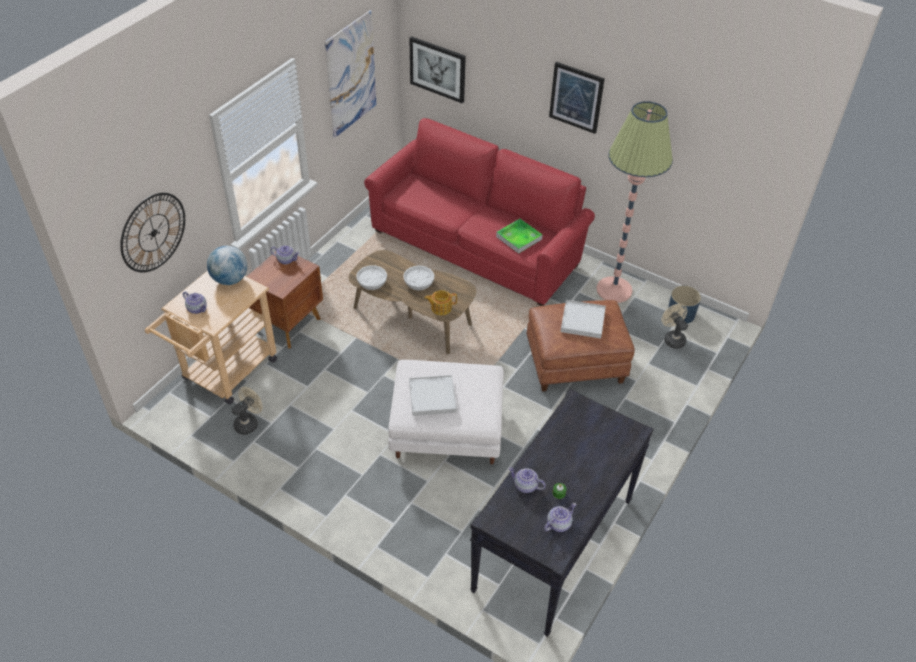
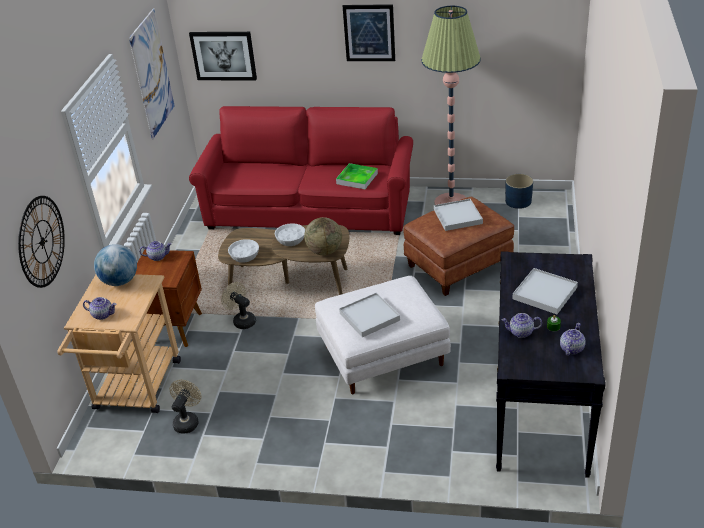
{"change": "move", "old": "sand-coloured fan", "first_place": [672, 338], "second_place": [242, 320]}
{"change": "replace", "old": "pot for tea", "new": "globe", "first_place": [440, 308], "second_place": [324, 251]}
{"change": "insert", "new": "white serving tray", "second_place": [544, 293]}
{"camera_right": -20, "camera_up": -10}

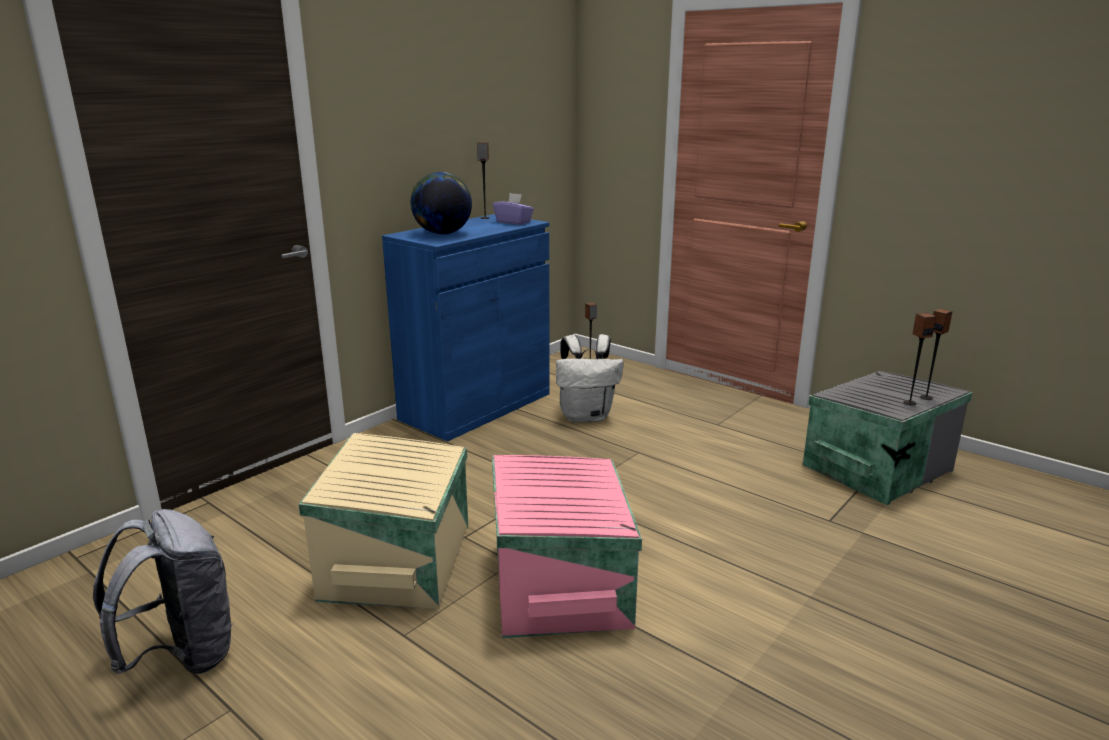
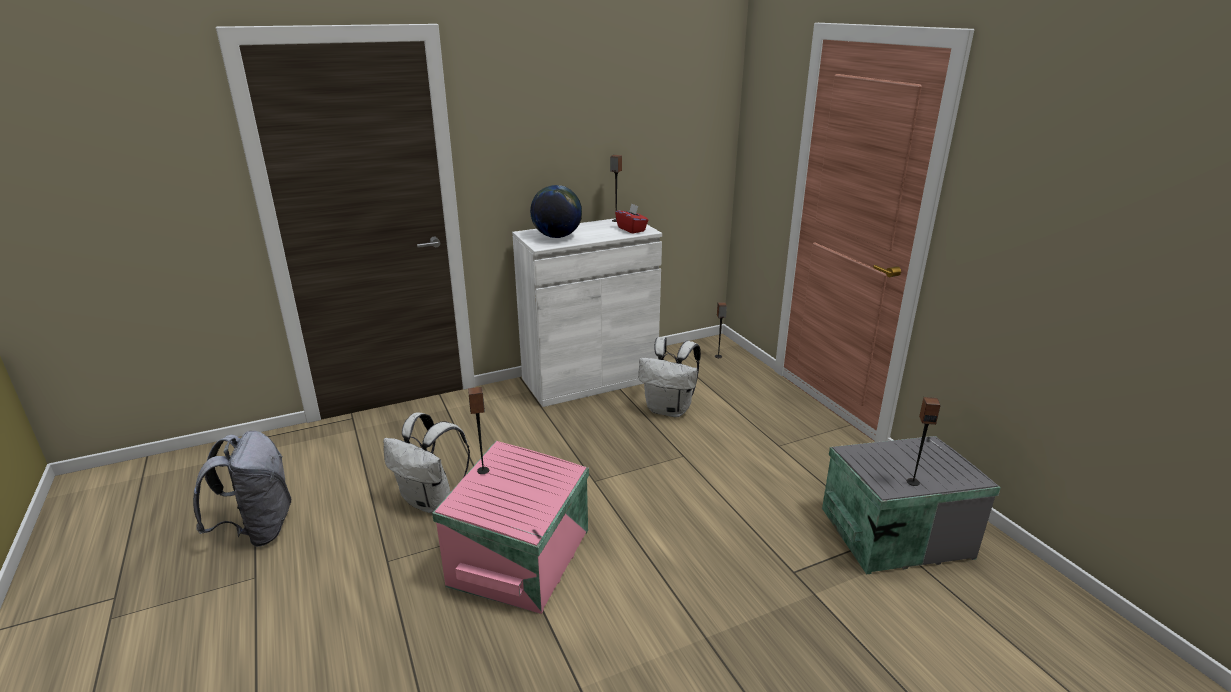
{"change": "replace", "old": "sand-coloured storage box", "new": "white rucksack", "first_place": [400, 560], "second_place": [431, 500]}
{"change": "move", "old": "speaker", "first_place": [926, 397], "second_place": [483, 470]}
{"change": "recolor", "old": "blue cupboard", "new": "white cupboard", "first_place": [476, 406], "second_place": [589, 379]}
{"change": "recolor", "old": "purple box of tissues", "new": "reddish box of tissues", "first_place": [514, 222], "second_place": [631, 229]}
{"camera_right": 25, "camera_up": 5}

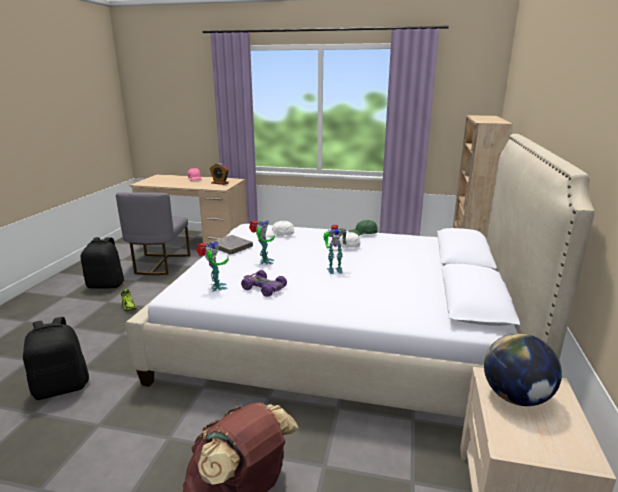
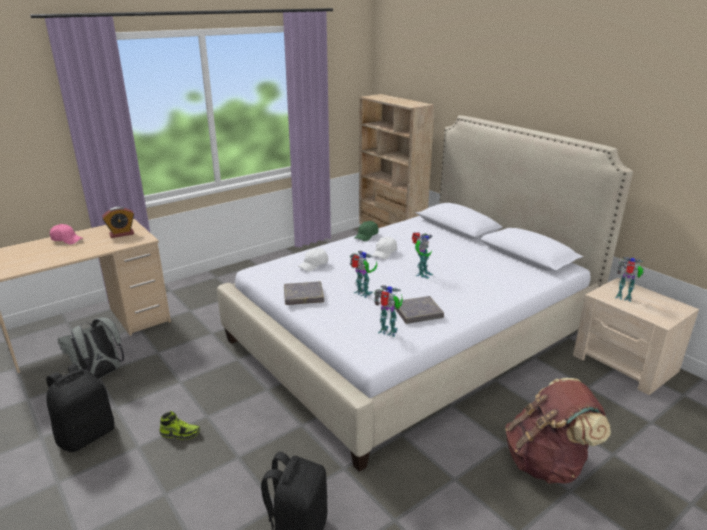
{"change": "replace", "old": "greyish chair", "new": "greyish rucksack", "first_place": [159, 264], "second_place": [100, 376]}
{"change": "replace", "old": "purple model car", "new": "greyish book", "first_place": [263, 288], "second_place": [418, 313]}
{"change": "replace", "old": "globe", "new": "robot figure", "first_place": [515, 397], "second_place": [624, 298]}
{"camera_right": -50, "camera_up": 5}

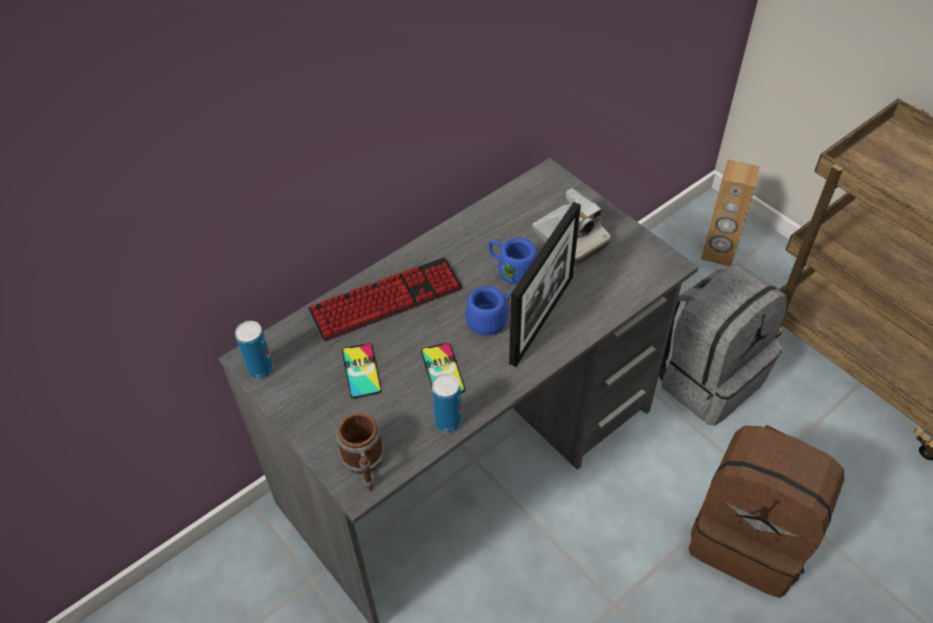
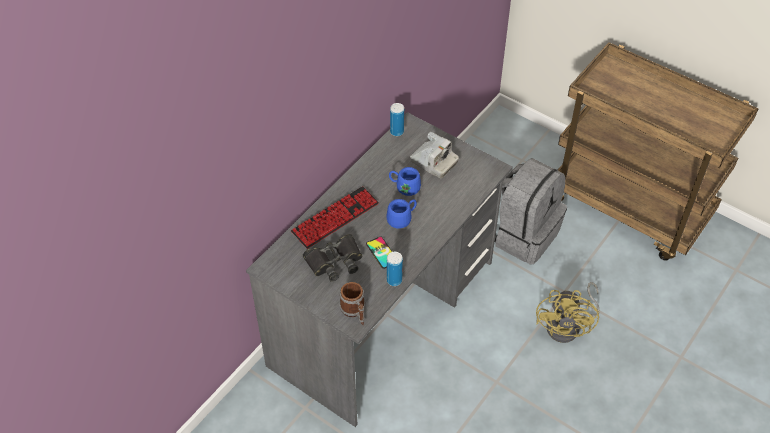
{"change": "replace", "old": "telephone", "new": "black-coloured field glasses", "first_place": [361, 371], "second_place": [334, 261]}
{"change": "move", "old": "can", "first_place": [261, 369], "second_place": [397, 132]}
{"change": "replace", "old": "brown rucksack", "new": "yellowish fan", "first_place": [751, 537], "second_place": [568, 326]}
{"change": "delete", "old": "picture frame", "first_place": [542, 319]}
{"change": "delete", "old": "brown speaker", "first_place": [718, 253]}
{"camera_right": -15, "camera_up": 0}

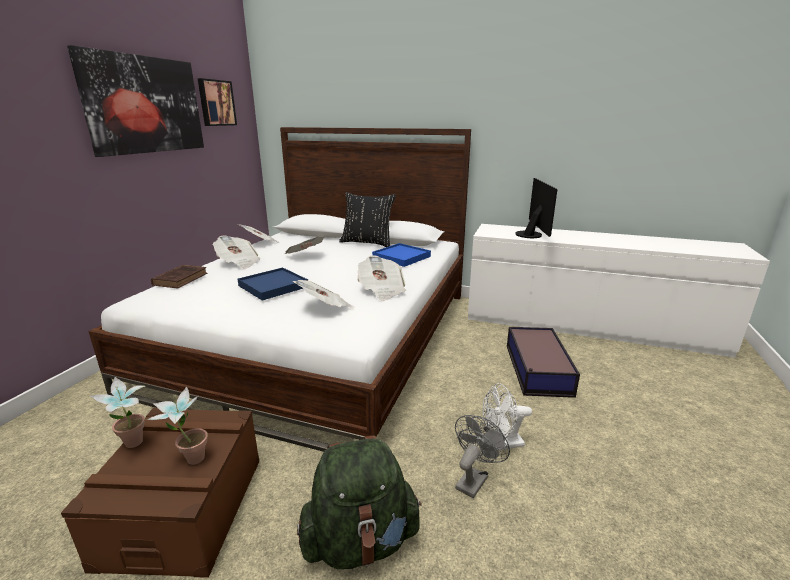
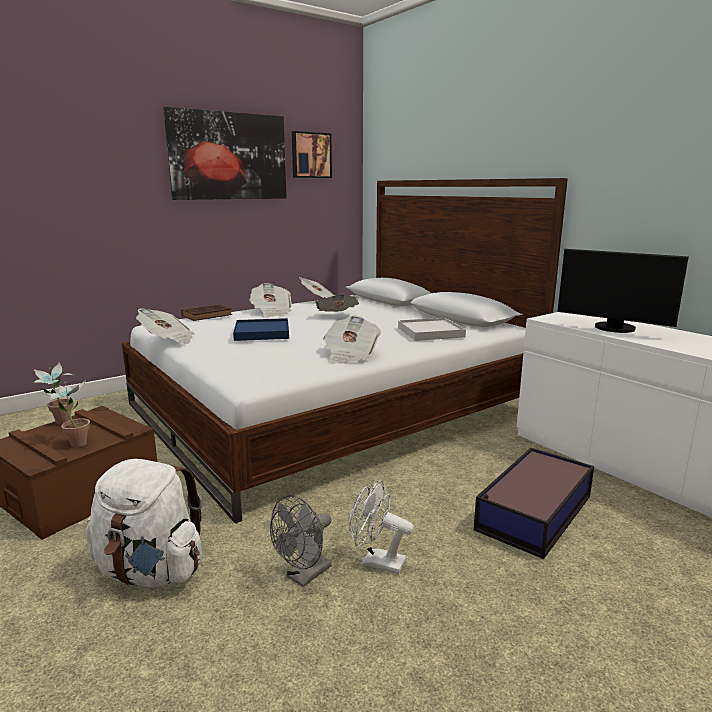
{"change": "recolor", "old": "green rucksack", "new": "white rucksack", "first_place": [361, 542], "second_place": [151, 571]}
{"change": "move", "old": "newspaper", "first_place": [325, 308], "second_place": [168, 340]}
{"change": "rotate", "old": "greyish fan", "first_place": [474, 479], "second_place": [304, 576], "degrees": 150}
{"change": "recolor", "old": "blue serving tray", "new": "white serving tray", "first_place": [401, 257], "second_place": [430, 332]}
{"change": "rotate", "old": "monitor", "first_place": [531, 235], "second_place": [614, 329], "degrees": 90}
{"change": "delete", "old": "black-coloured throw pillow", "first_place": [367, 243]}
{"camera_right": 35, "camera_up": -5}

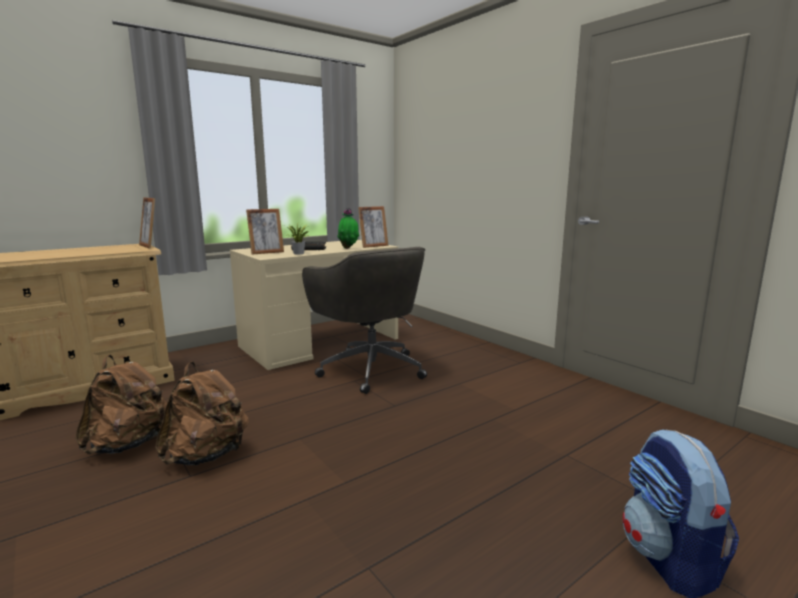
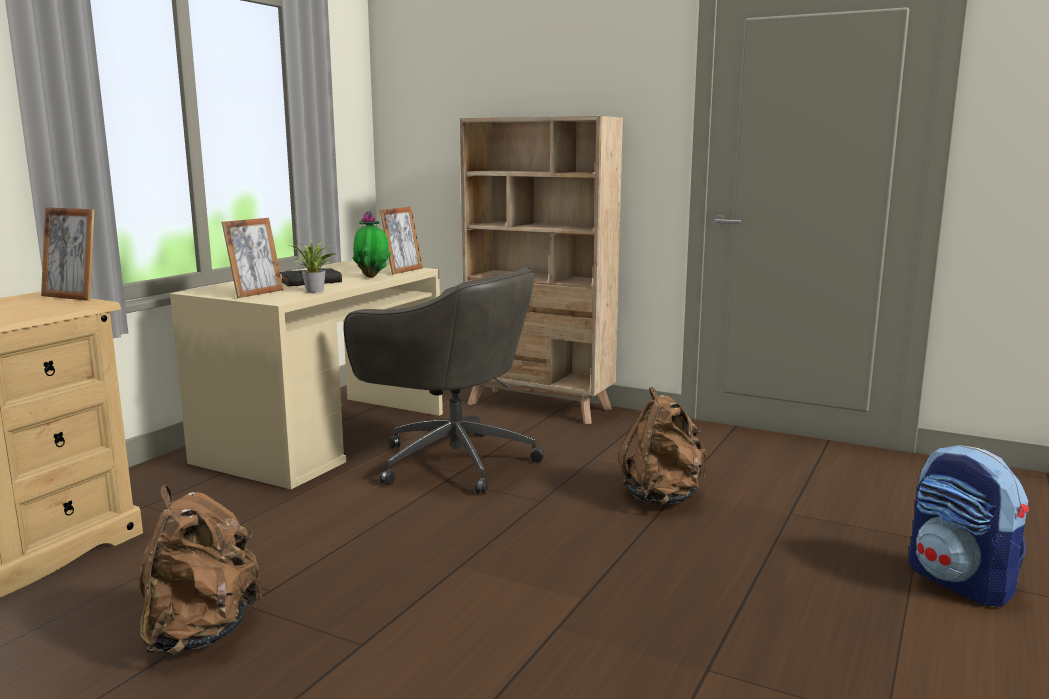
{"change": "insert", "new": "sand-coloured bookshelf", "second_place": [539, 406]}
{"change": "move", "old": "brown rucksack", "first_place": [207, 456], "second_place": [663, 497]}
{"camera_right": -25, "camera_up": 0}

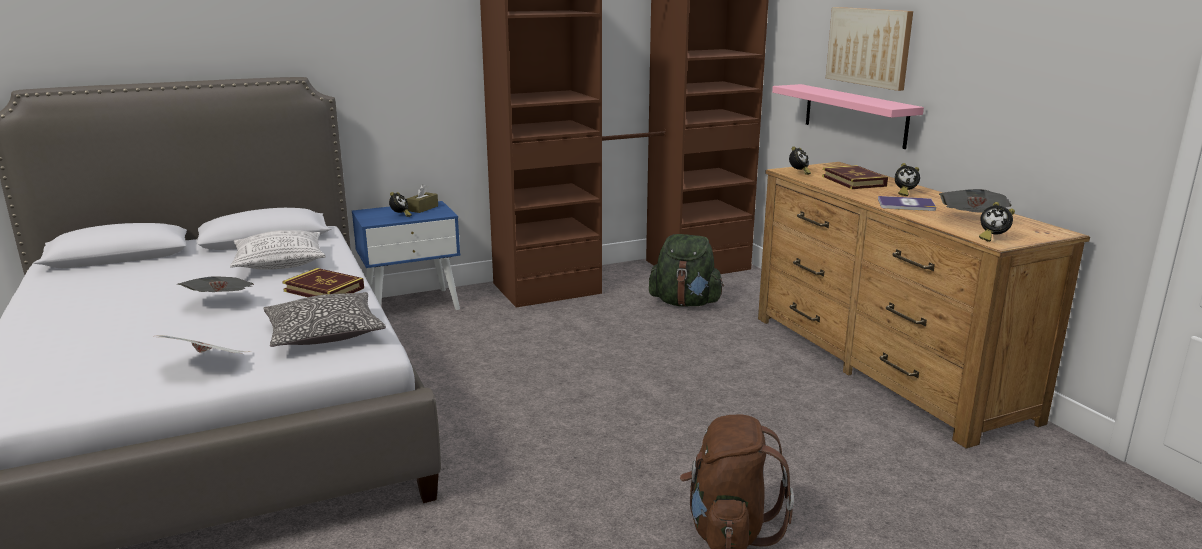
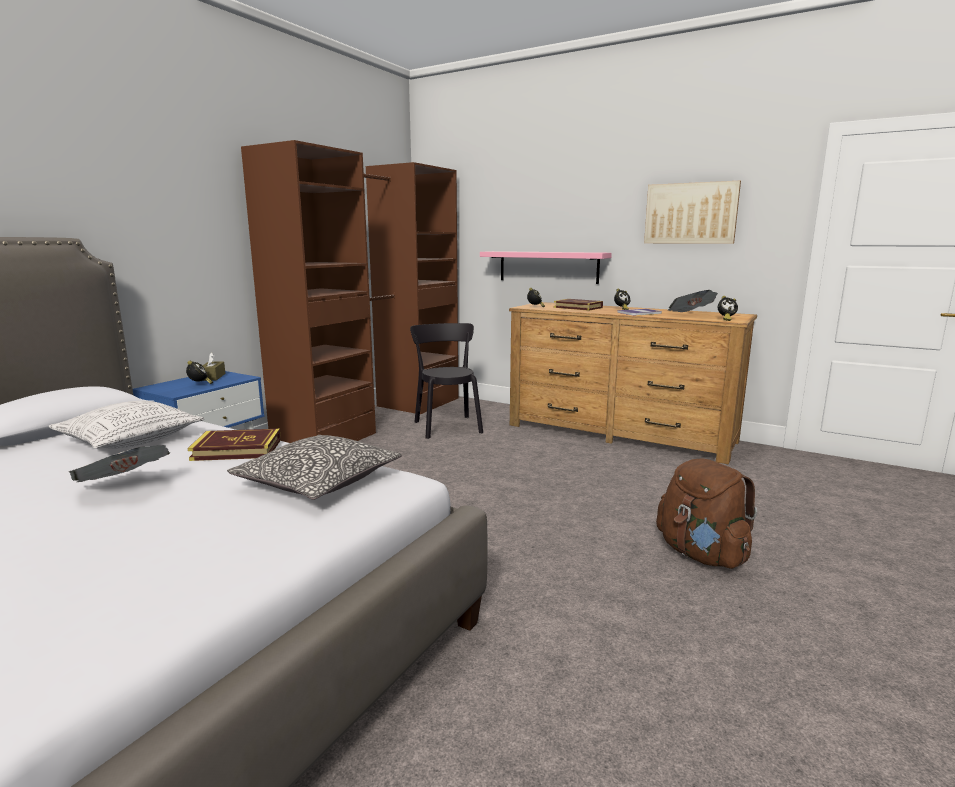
{"change": "replace", "old": "green rucksack", "new": "black-coloured chair", "first_place": [685, 303], "second_place": [447, 426]}
{"change": "move", "old": "picture", "first_place": [869, 47], "second_place": [690, 213]}
{"change": "delete", "old": "newspaper", "first_place": [208, 365]}
{"camera_right": -35, "camera_up": -5}

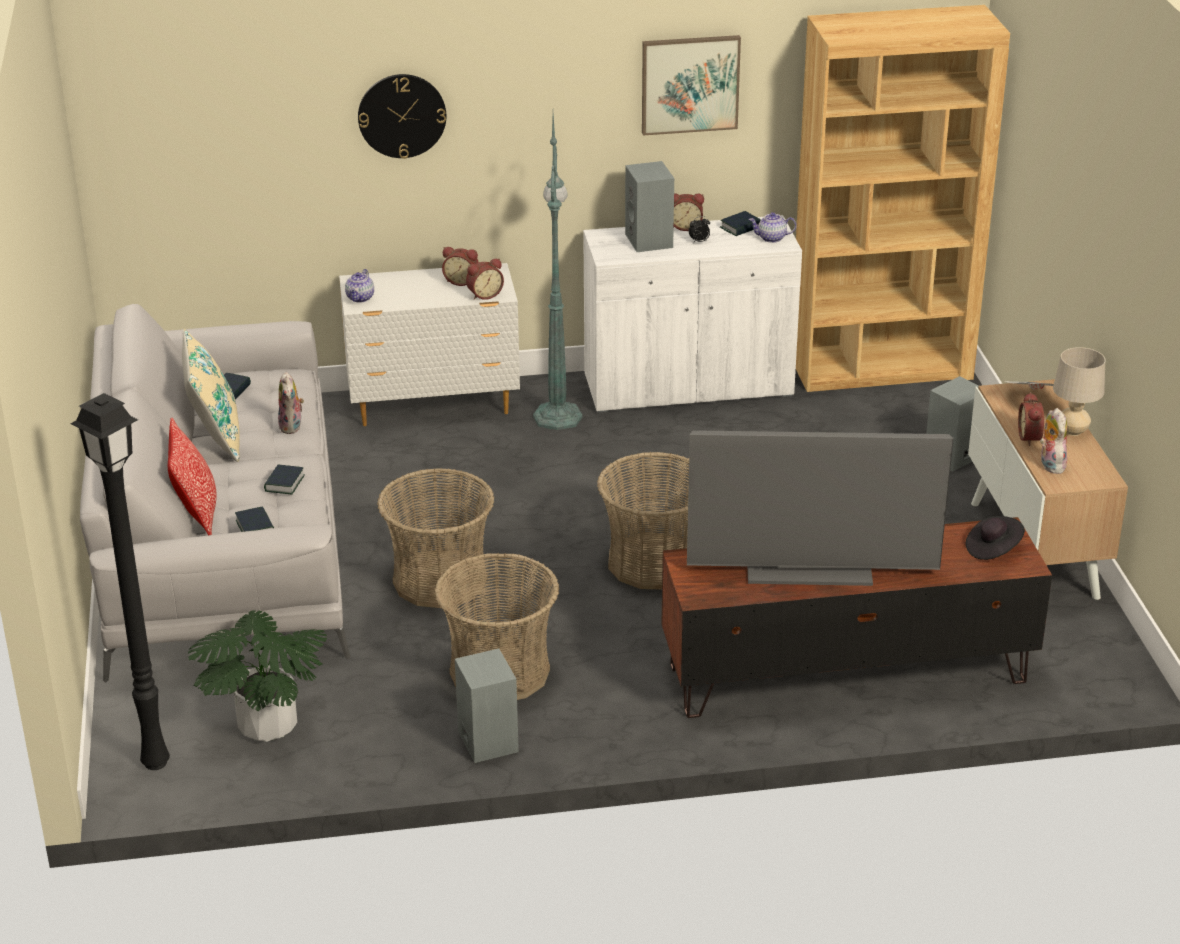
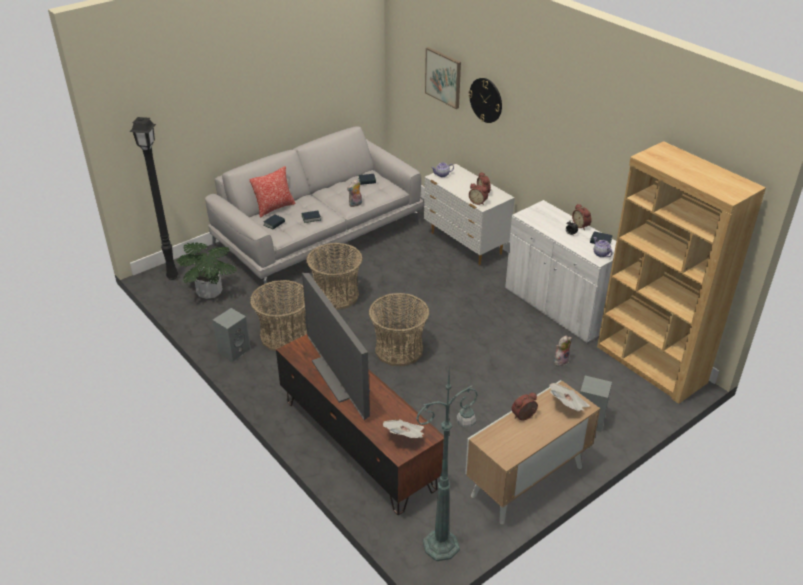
{"change": "replace", "old": "black-coloured clothing hat", "new": "newspaper", "first_place": [993, 549], "second_place": [405, 436]}
{"change": "move", "old": "green floor lamp", "first_place": [558, 415], "second_place": [443, 544]}
{"change": "move", "old": "picture", "first_place": [690, 84], "second_place": [443, 77]}
{"change": "move", "old": "soft toy", "first_place": [1050, 465], "second_place": [560, 360]}
{"change": "delete", "old": "sand-coloured throw pillow", "first_place": [215, 436]}
{"change": "delete", "old": "greyish speaker", "first_place": [650, 241]}
{"change": "delete", "old": "sand-coloured lamp for a table", "first_place": [1072, 431]}
{"camera_right": 60, "camera_up": 5}

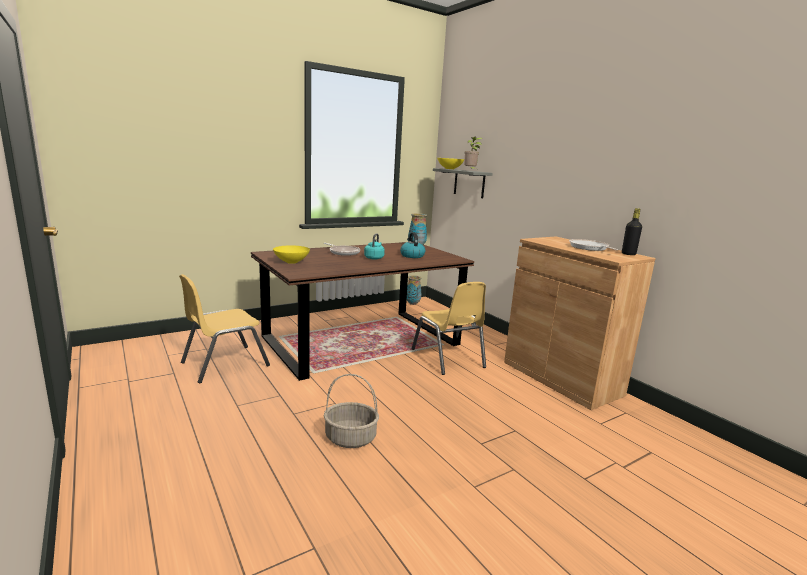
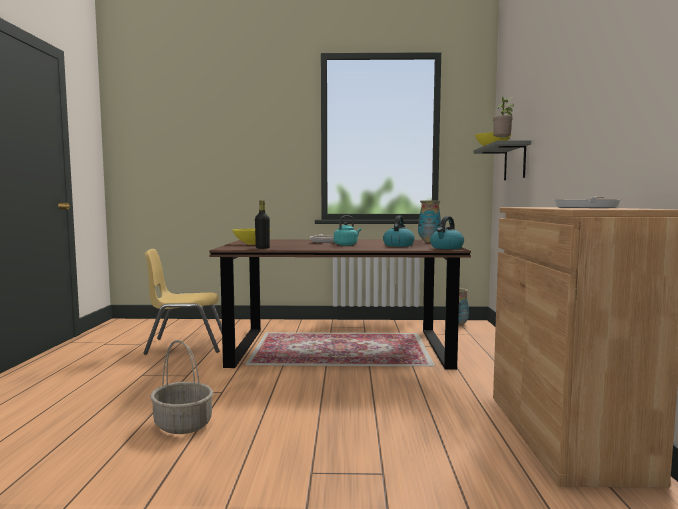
{"change": "move", "old": "black-coloured bottle", "first_place": [628, 254], "second_place": [262, 248]}
{"change": "insert", "new": "tea kettle", "second_place": [446, 248]}
{"change": "delete", "old": "yellowish chair", "first_place": [448, 358]}
{"camera_right": 35, "camera_up": -10}

